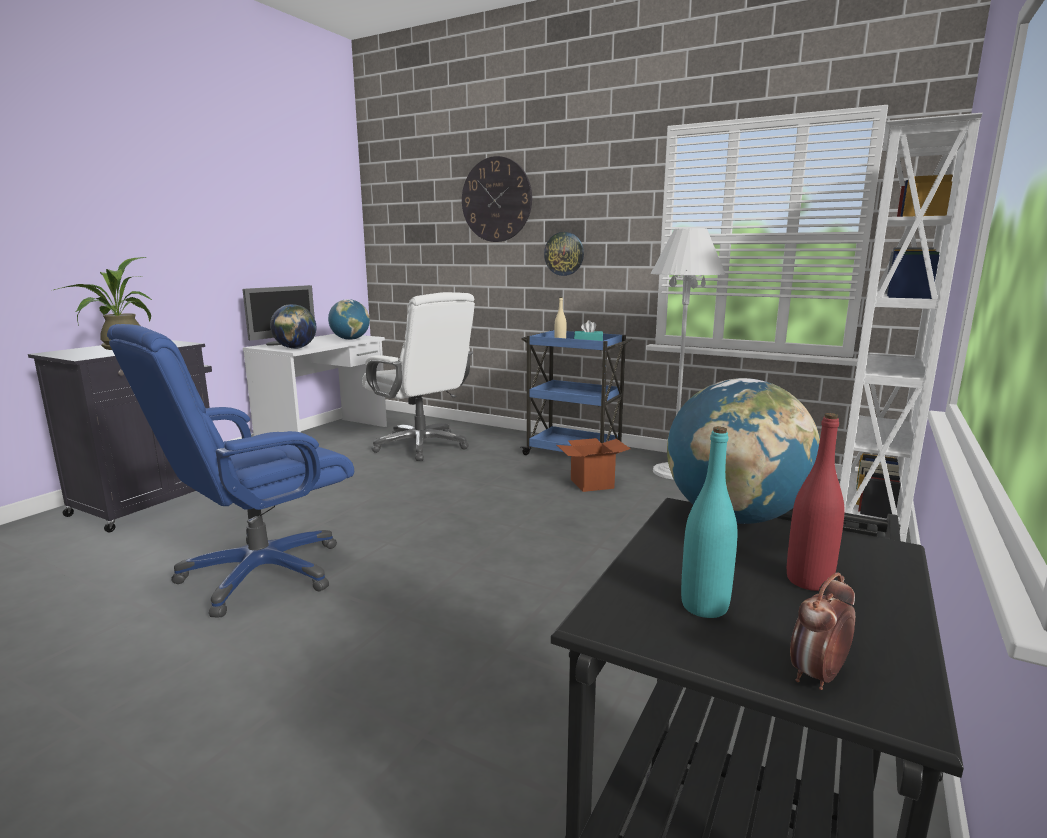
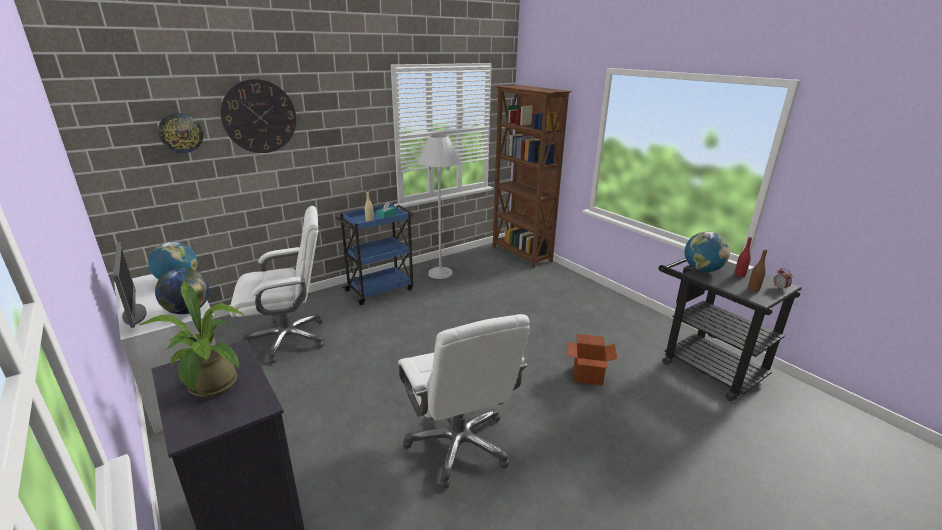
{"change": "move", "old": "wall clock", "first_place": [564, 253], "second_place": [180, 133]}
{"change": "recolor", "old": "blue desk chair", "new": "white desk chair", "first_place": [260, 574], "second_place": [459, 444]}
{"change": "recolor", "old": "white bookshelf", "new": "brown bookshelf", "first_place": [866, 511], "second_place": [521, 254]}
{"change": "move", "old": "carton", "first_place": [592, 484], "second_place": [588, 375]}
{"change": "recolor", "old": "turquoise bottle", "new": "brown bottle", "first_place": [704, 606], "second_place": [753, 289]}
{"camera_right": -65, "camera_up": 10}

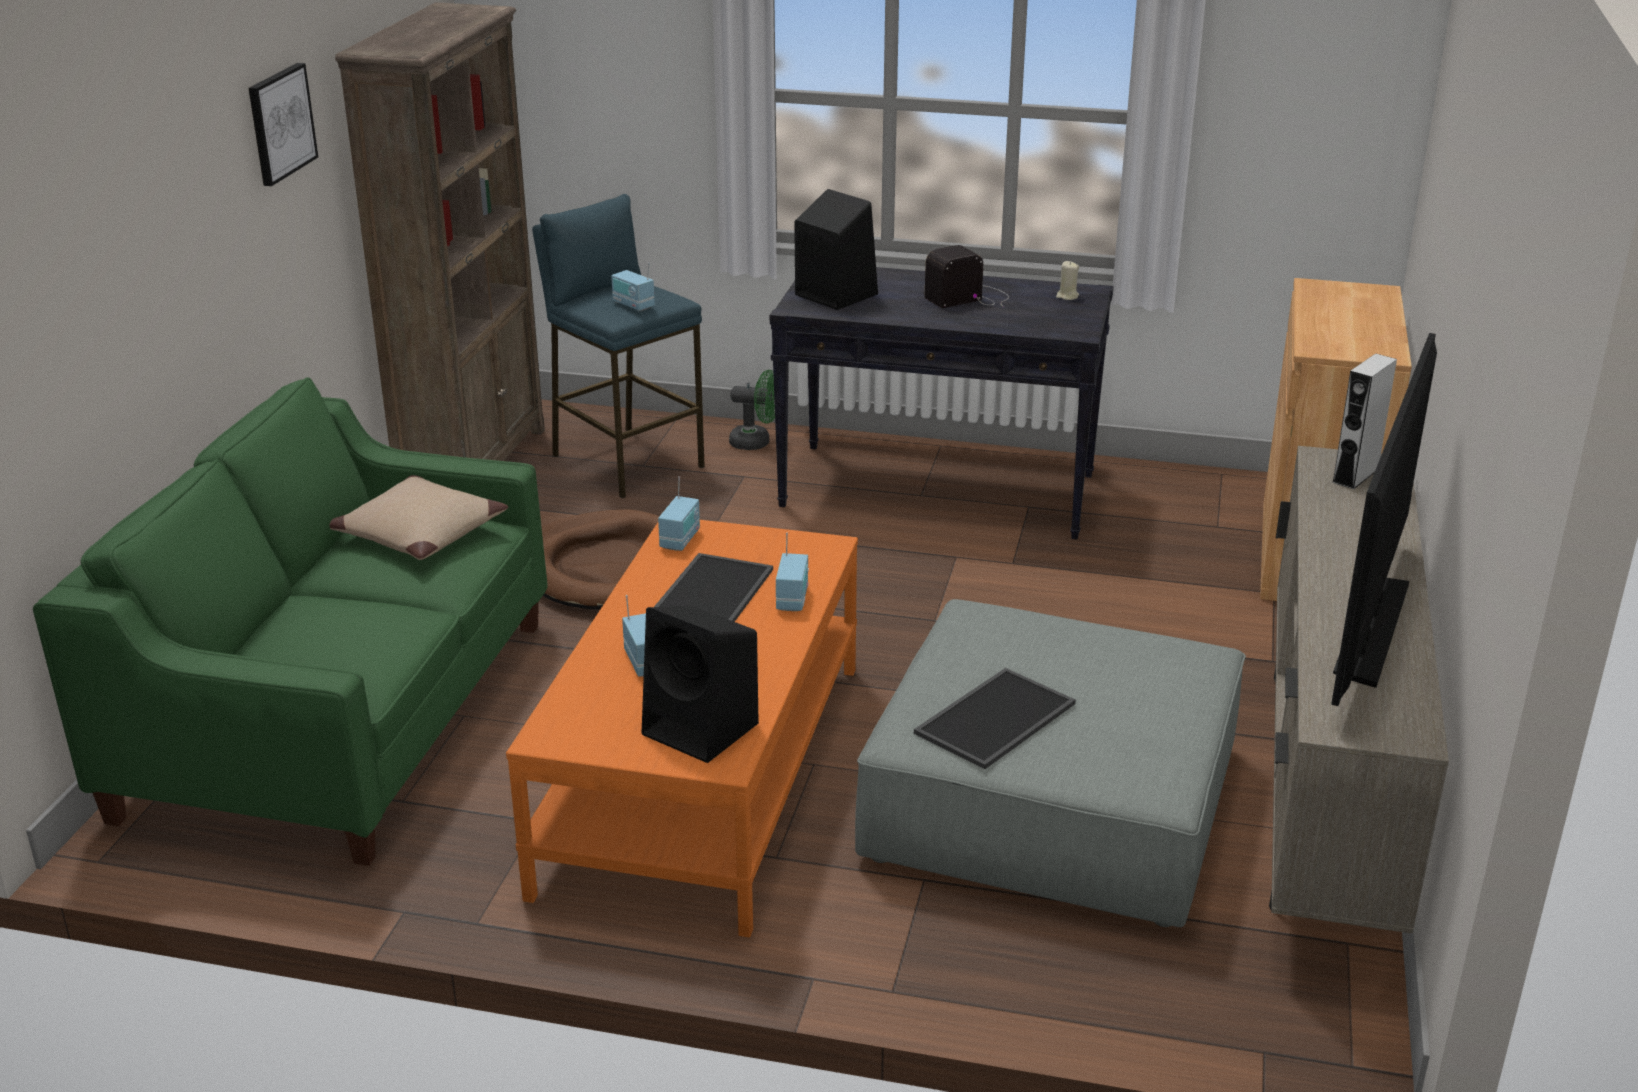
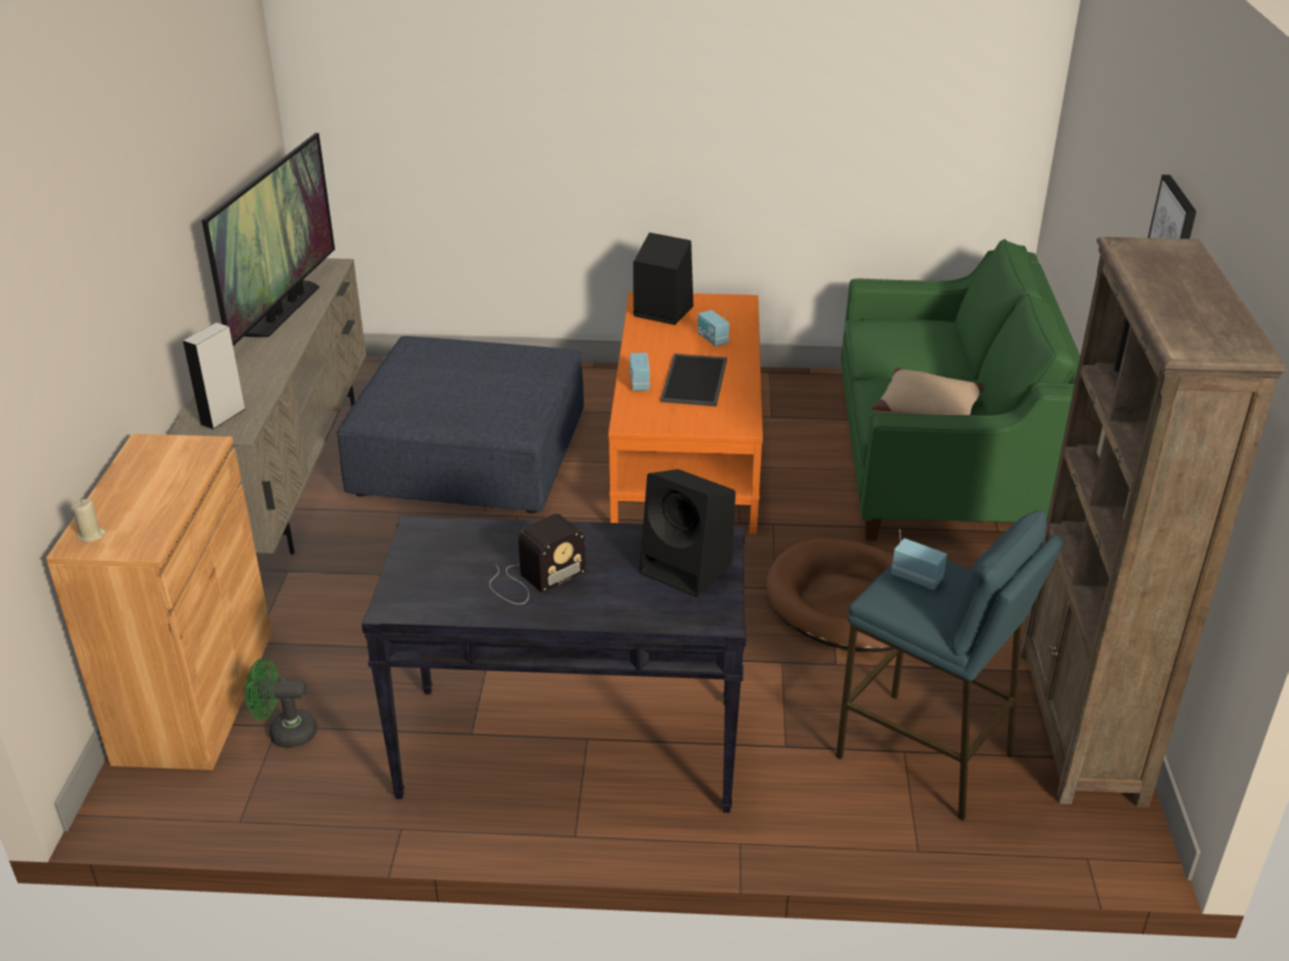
{"change": "move", "old": "sand-coloured candle", "first_place": [1067, 296], "second_place": [91, 535]}
{"change": "move", "old": "green fan", "first_place": [756, 443], "second_place": [285, 733]}
{"change": "recolor", "old": "greyish ottoman", "new": "blue ottoman", "first_place": [1051, 803], "second_place": [470, 454]}
{"change": "delete", "old": "radio set", "first_place": [680, 540]}
{"change": "delete", "old": "serving tray", "first_place": [996, 720]}
{"camera_right": 170, "camera_up": 5}

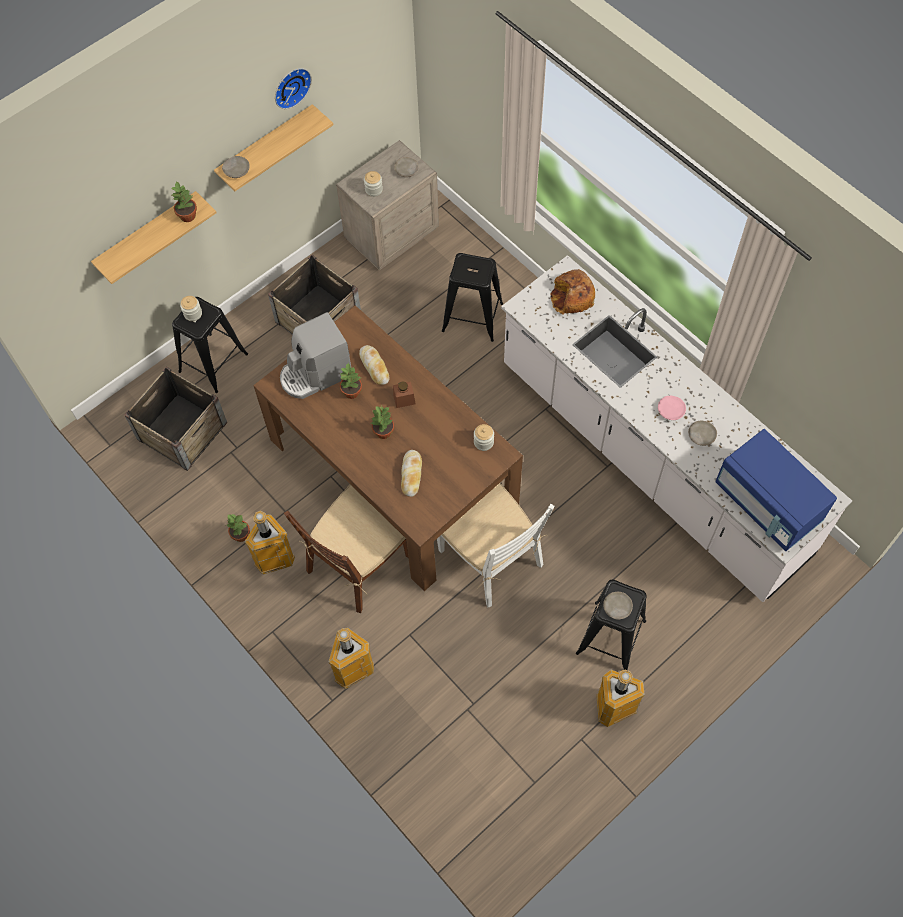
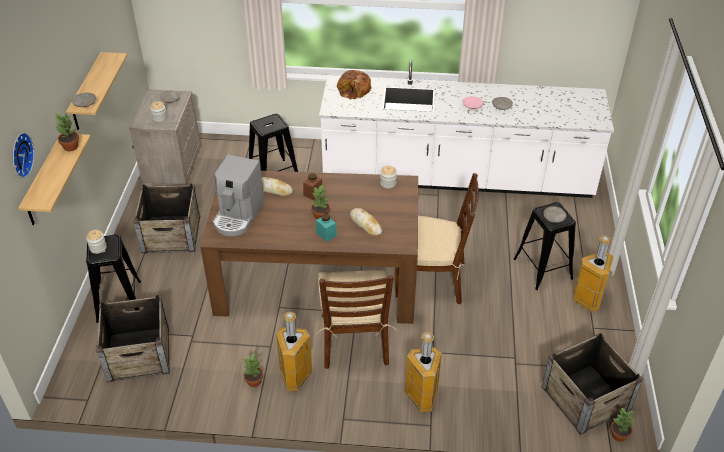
{"change": "move", "old": "wall clock", "first_place": [290, 86], "second_place": [19, 155]}
{"change": "insert", "new": "turquoise storage jar", "second_place": [326, 234]}
{"change": "recolor", "old": "white chair", "new": "brown chair", "first_place": [491, 558], "second_place": [431, 279]}
{"change": "insert", "new": "packing crate", "second_place": [585, 398]}
{"change": "move", "old": "potted plant", "first_place": [351, 391], "second_place": [618, 435]}
{"change": "delete", "old": "blue kitchen microwave", "first_place": [768, 503]}
{"camera_right": -45, "camera_up": -20}

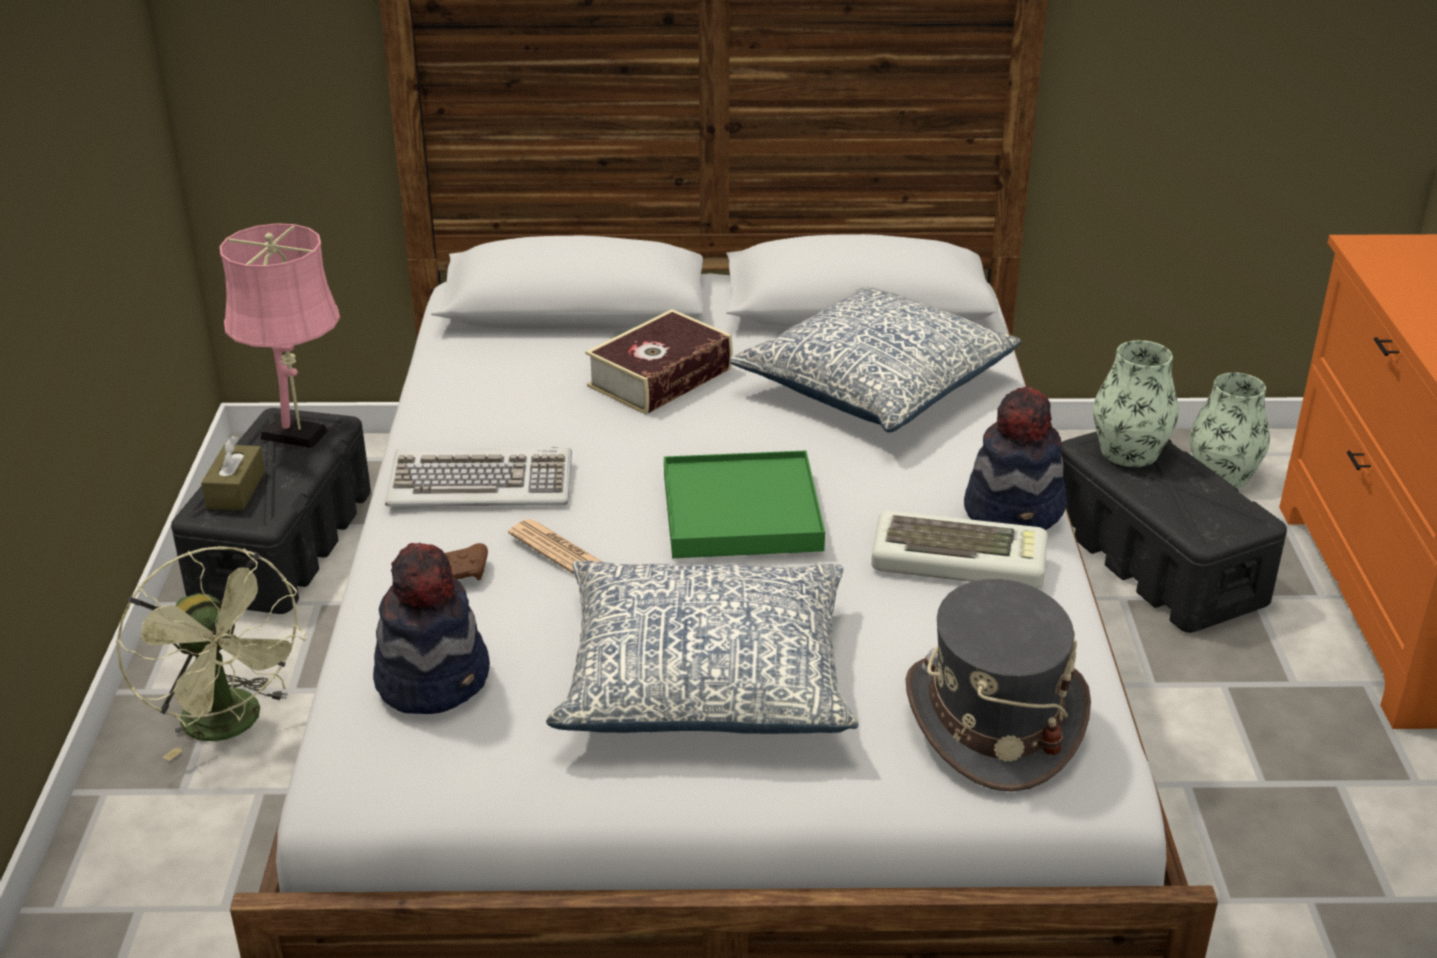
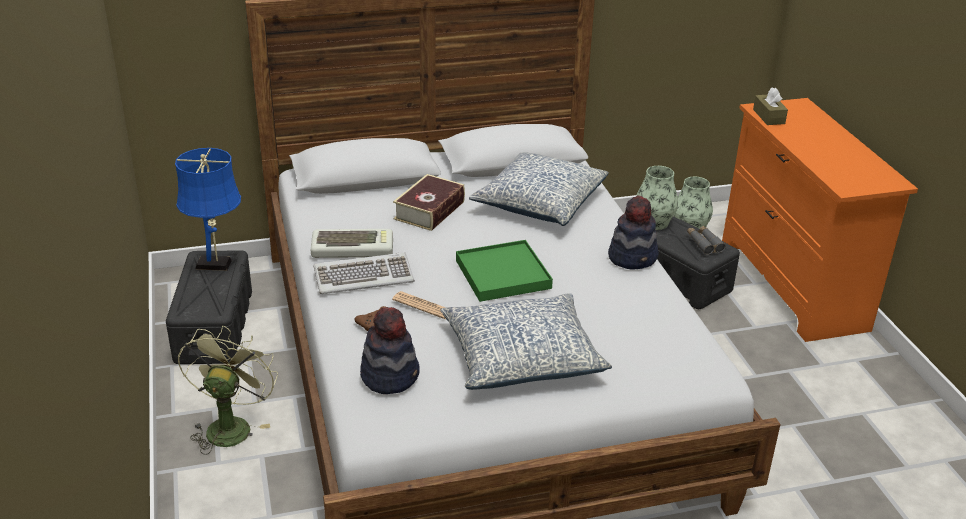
{"change": "recolor", "old": "pink-coloured lamp for a table", "new": "blue lamp for a table", "first_place": [299, 436], "second_place": [217, 265]}
{"change": "rotate", "old": "green fan", "first_place": [232, 726], "second_place": [230, 425], "degrees": -120}
{"change": "move", "old": "PC keyboard", "first_place": [960, 560], "second_place": [353, 249]}
{"change": "insert", "new": "greyish field glasses", "second_place": [704, 243]}
{"change": "move", "old": "brown box of tissues", "first_place": [236, 490], "second_place": [768, 116]}
{"change": "delete", "old": "greyish clothing hat", "first_place": [993, 720]}
{"camera_right": -15, "camera_up": 0}

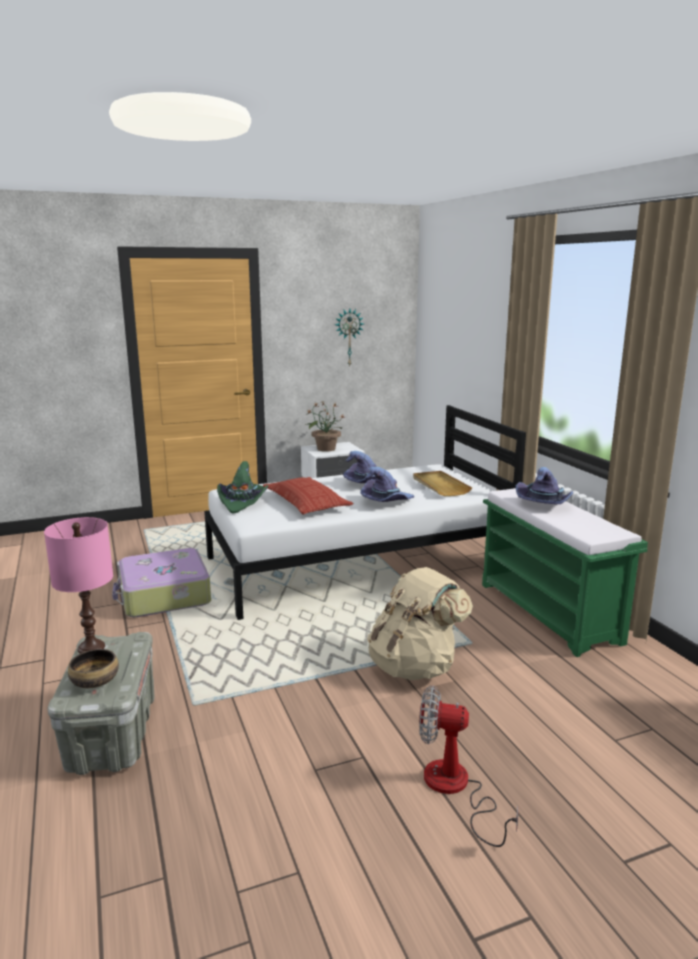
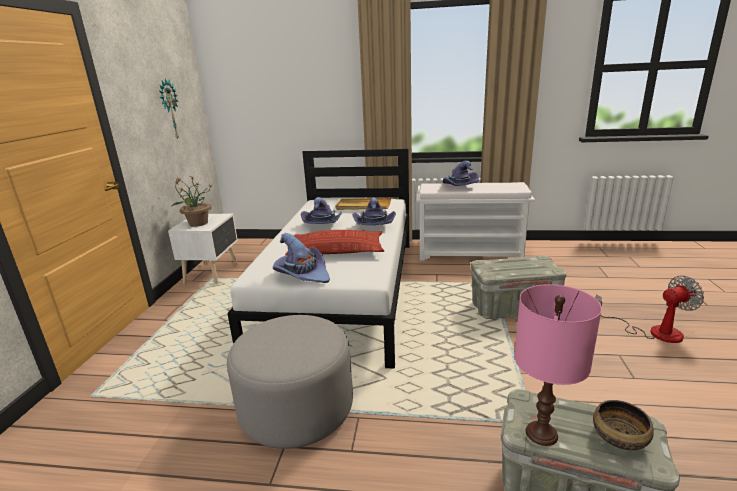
{"change": "replace", "old": "travel case", "new": "greyish ottoman", "first_place": [163, 595], "second_place": [297, 408]}
{"change": "recolor", "old": "green clothing hat", "new": "purple clothing hat", "first_place": [242, 502], "second_place": [302, 274]}
{"change": "recolor", "old": "green bench", "new": "white bench", "first_place": [550, 613], "second_place": [470, 253]}
{"change": "replace", "old": "sand-coloured rucksack", "new": "greyish storage box", "first_place": [415, 667], "second_place": [513, 309]}
{"change": "rotate", "old": "fan", "first_place": [455, 789], "second_place": [653, 331], "degrees": -150}
{"camera_right": -60, "camera_up": 5}

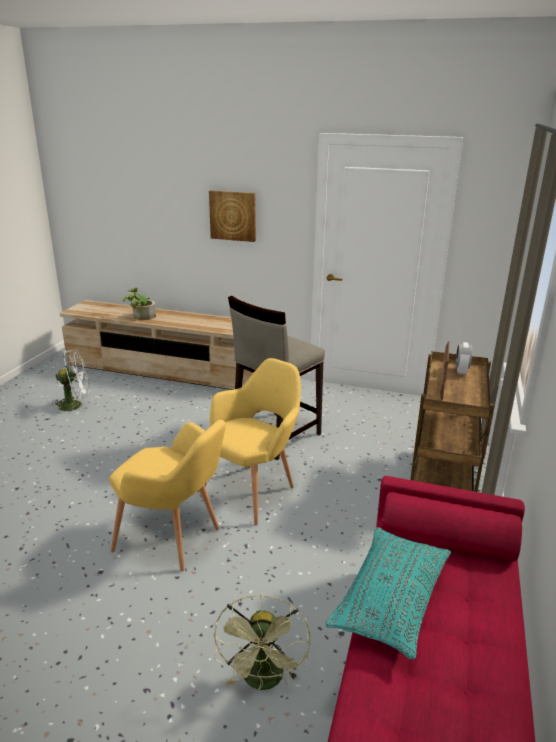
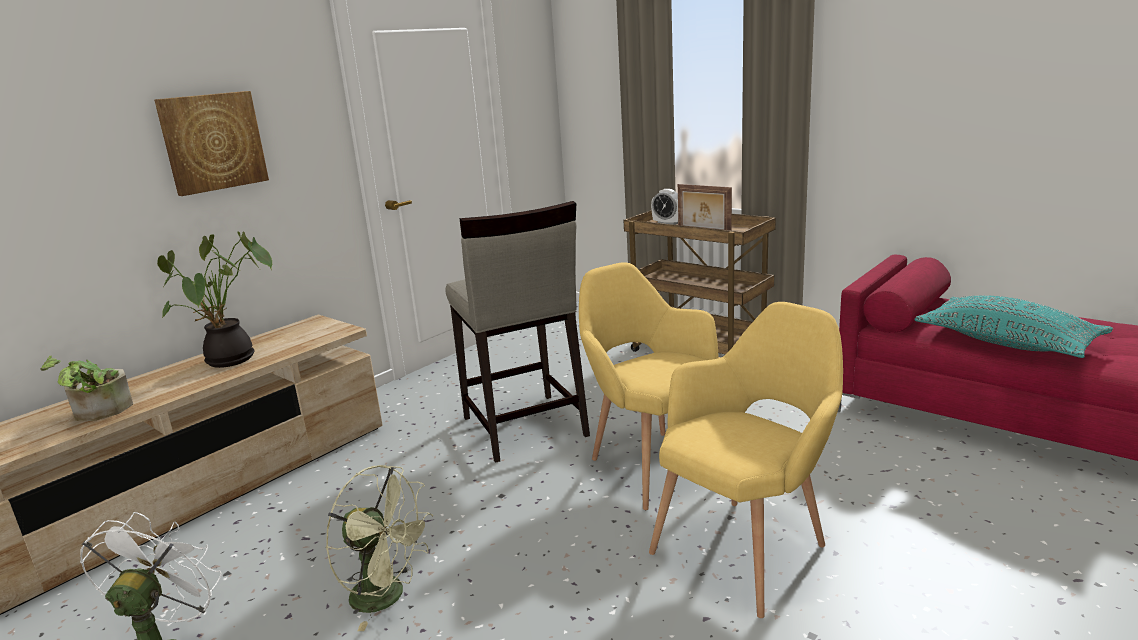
{"change": "insert", "new": "potted plant", "second_place": [231, 361]}
{"change": "move", "old": "green fan", "first_place": [264, 681], "second_place": [388, 596]}
{"camera_right": -65, "camera_up": -5}

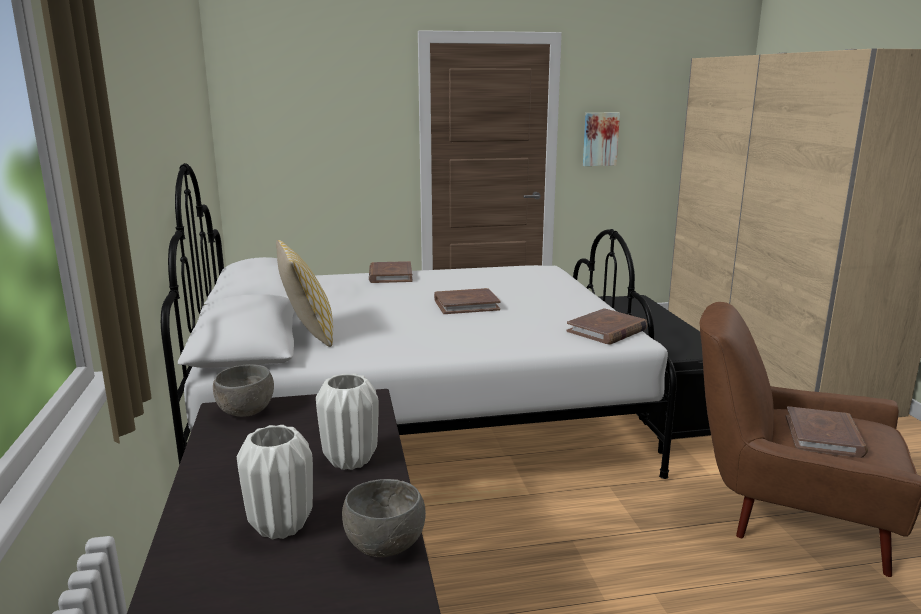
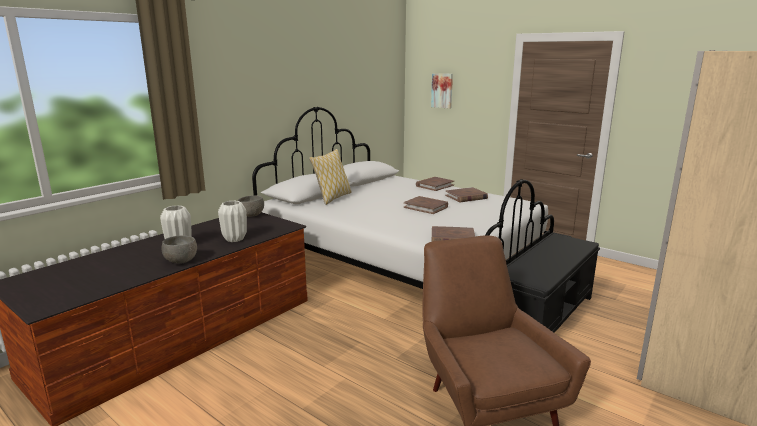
{"change": "move", "old": "picture", "first_place": [600, 139], "second_place": [442, 90]}
{"change": "move", "old": "brown book", "first_place": [824, 436], "second_place": [466, 197]}
{"camera_right": 50, "camera_up": 0}

